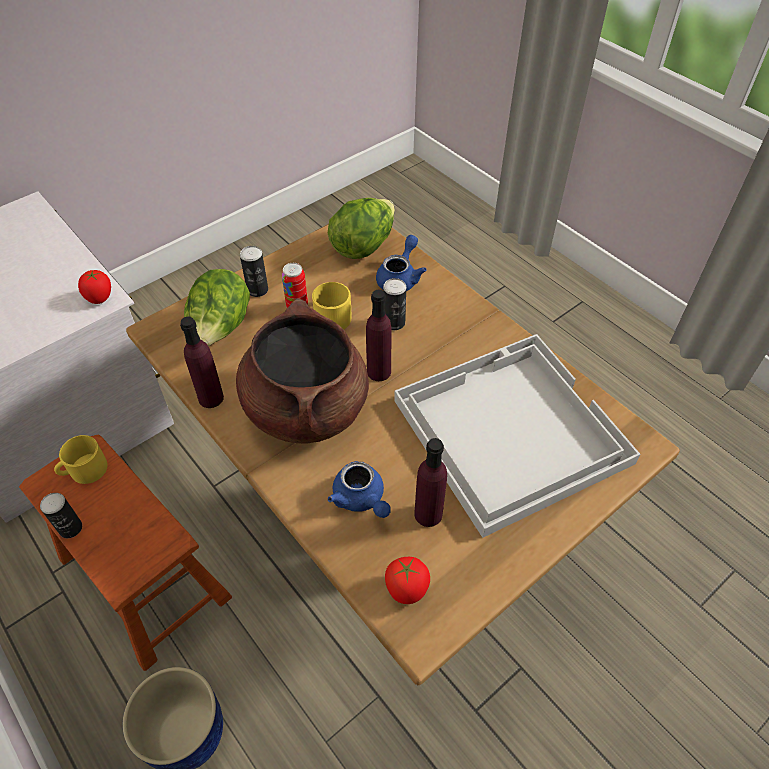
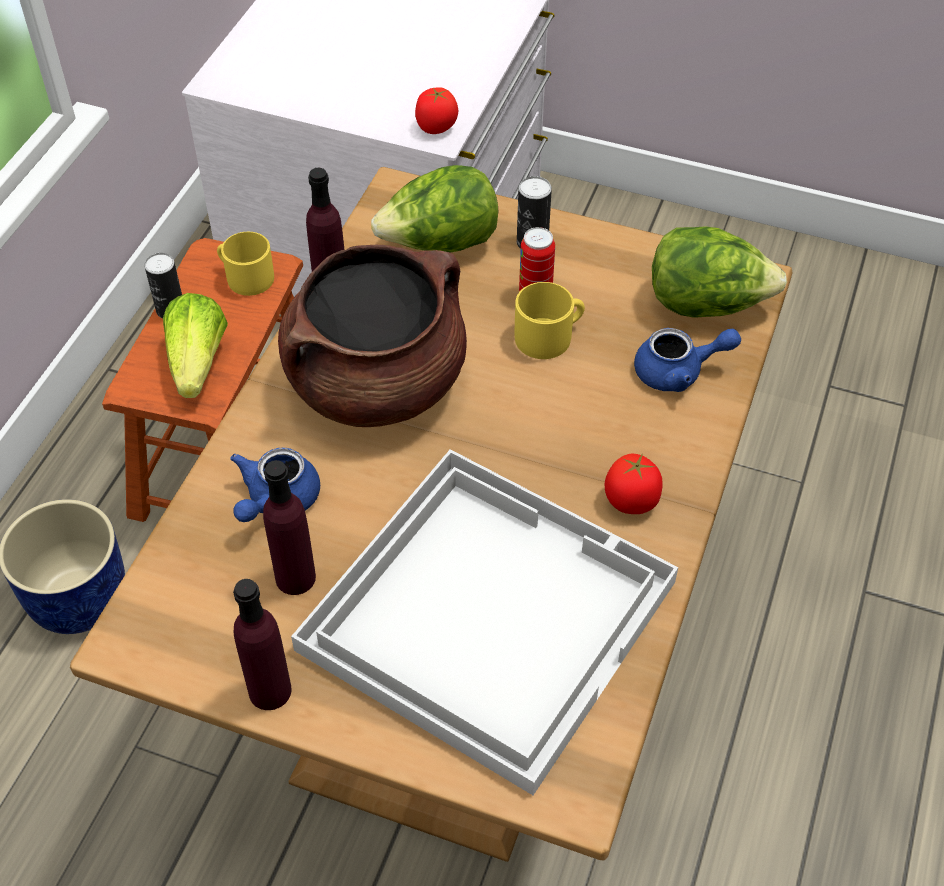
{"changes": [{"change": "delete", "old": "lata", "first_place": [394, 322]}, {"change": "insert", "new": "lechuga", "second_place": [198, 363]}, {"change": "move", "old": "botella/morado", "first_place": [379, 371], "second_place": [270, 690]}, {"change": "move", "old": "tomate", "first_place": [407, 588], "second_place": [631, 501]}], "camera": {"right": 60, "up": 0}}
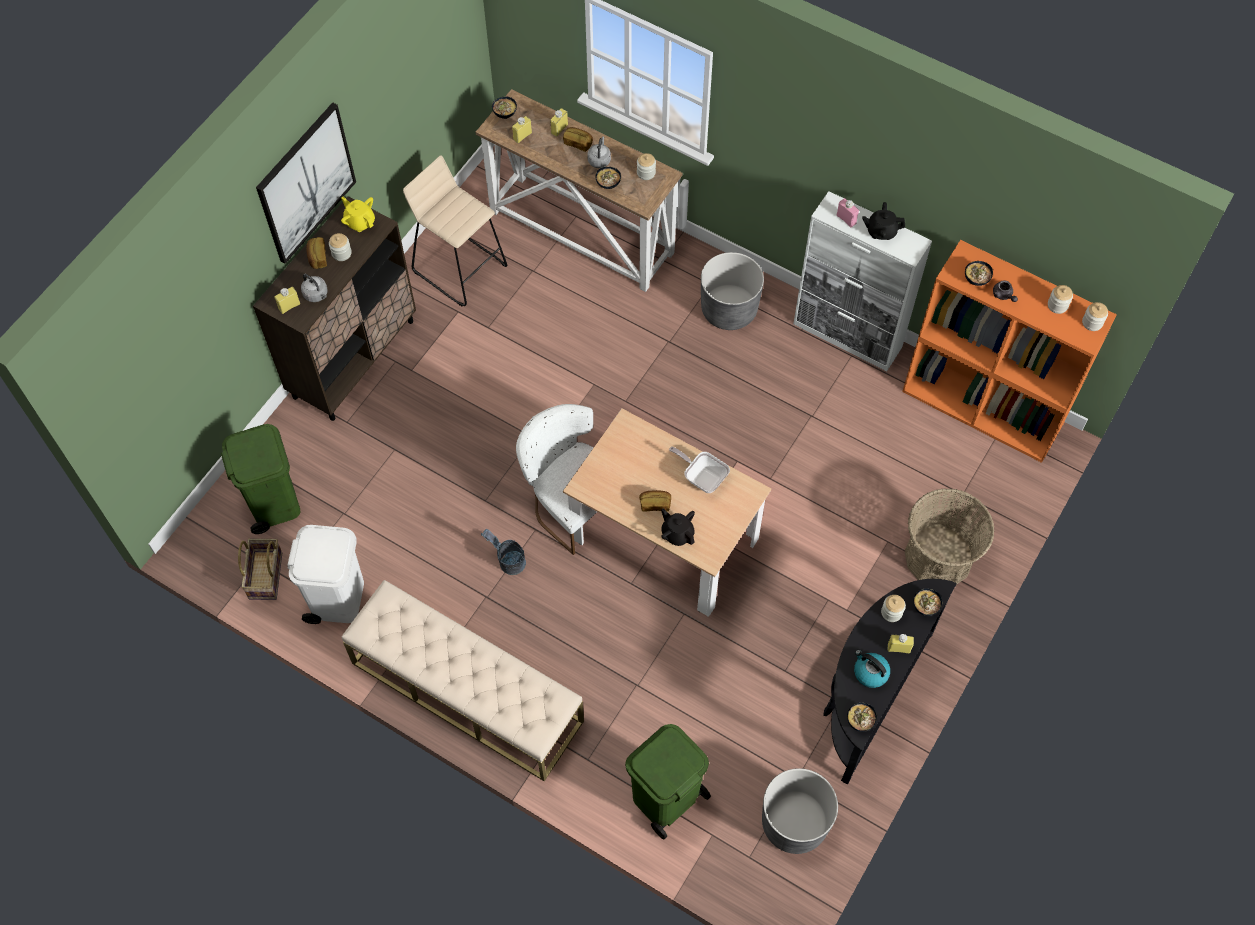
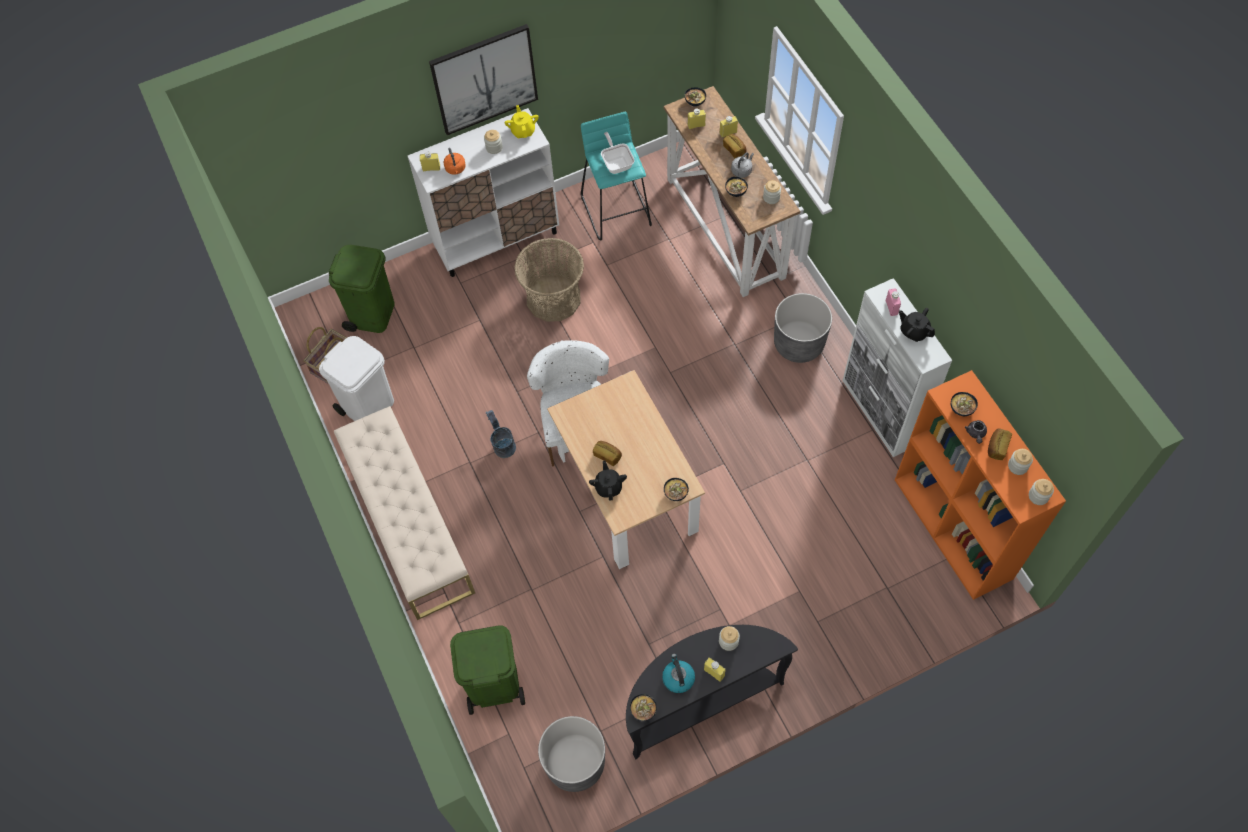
{"changes": [{"change": "move", "old": "pan", "first_place": [317, 258], "second_place": [996, 447]}, {"change": "move", "old": "sartén", "first_place": [702, 477], "second_place": [617, 163]}, {"change": "move", "old": "cesta", "first_place": [938, 557], "second_place": [553, 298]}, {"change": "move", "old": "cuenco", "first_place": [925, 607], "second_place": [676, 494]}, {"change": "recolor", "old": "armario/marrón", "new": "armario/blanco", "first_place": [354, 358], "second_place": [496, 239]}, {"change": "recolor", "old": "hervidor/gris", "new": "hervidor/naranja", "first_place": [316, 295], "second_place": [455, 169]}, {"change": "recolor", "old": "taburete/beis", "new": "taburete/turquesa", "first_place": [460, 267], "second_place": [617, 210]}], "camera": {"right": 35, "up": 0}}
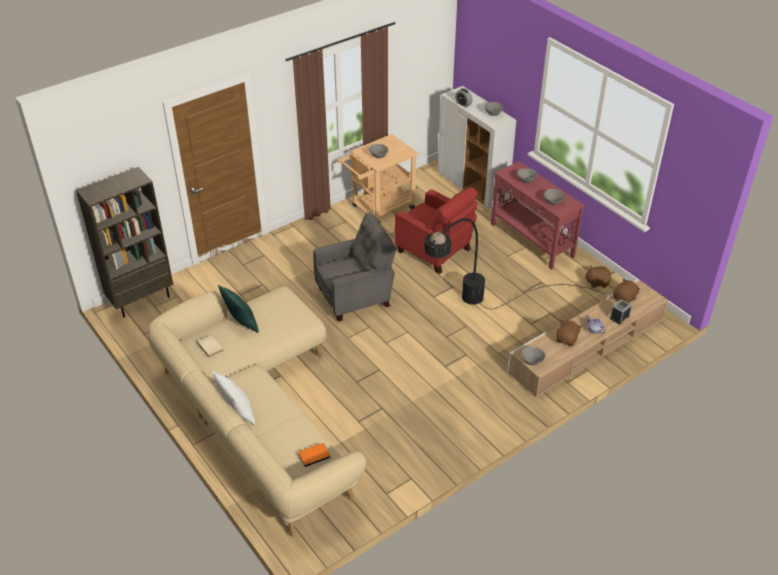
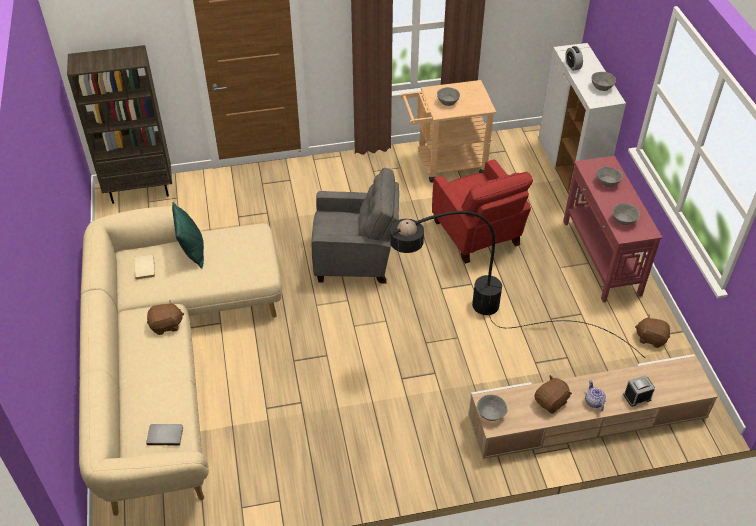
{"changes": [{"change": "delete", "old": "cojín/blanco", "first_place": [237, 411]}, {"change": "move", "old": "peluche/marrón", "first_place": [625, 298], "second_place": [166, 325]}, {"change": "recolor", "old": "libro/naranja", "new": "libro/gris", "first_place": [314, 455], "second_place": [165, 434]}], "camera": {"right": 25, "up": 5}}
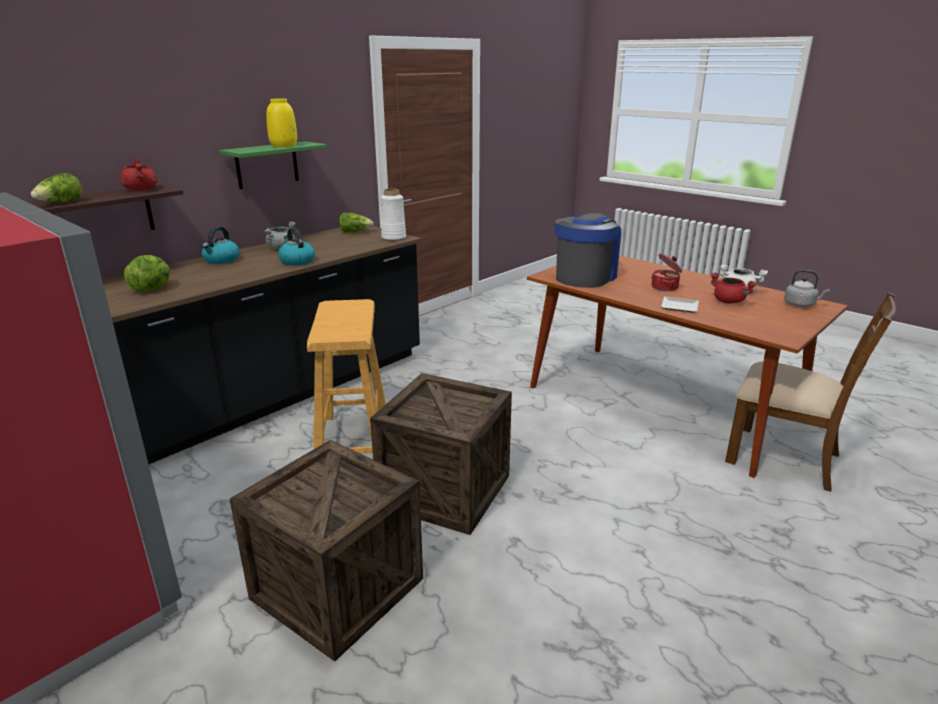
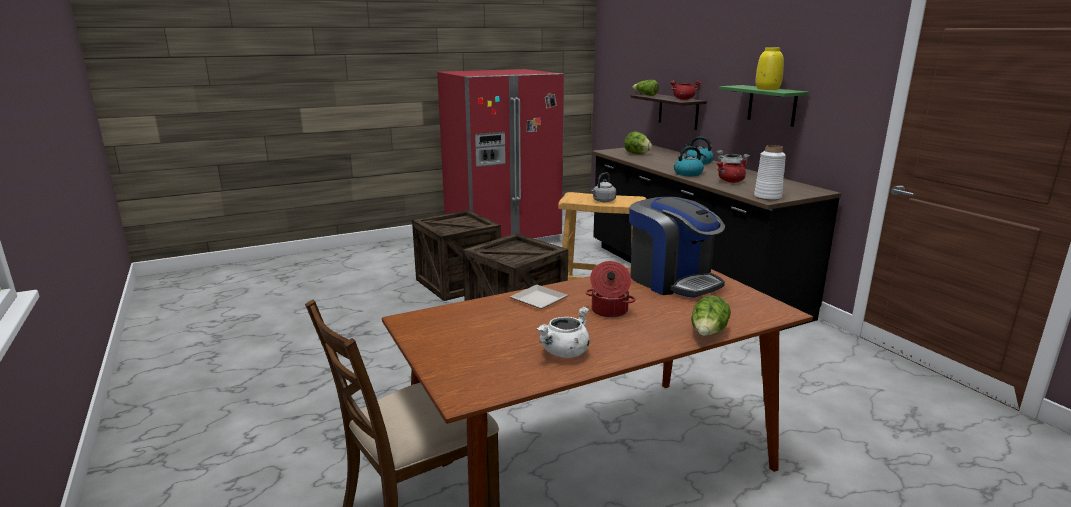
{"changes": [{"change": "move", "old": "lechuga", "first_place": [355, 232], "second_place": [708, 333]}, {"change": "move", "old": "olla/rojo", "first_place": [729, 302], "second_place": [731, 182]}, {"change": "move", "old": "hervidor/gris", "first_place": [801, 305], "second_place": [603, 201]}], "camera": {"right": 110, "up": -5}}
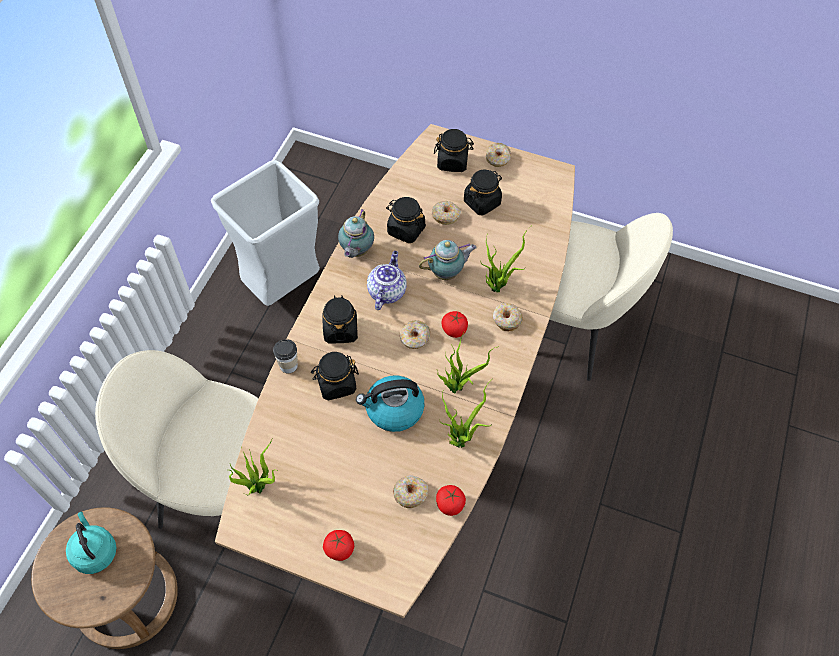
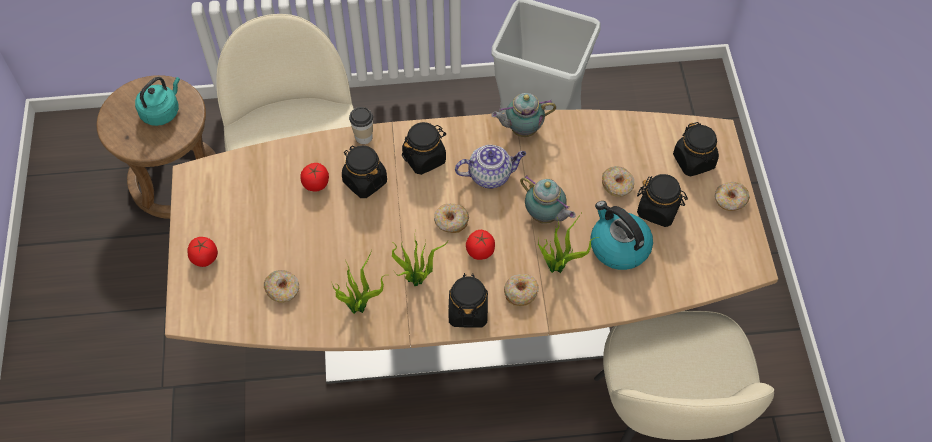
{"changes": [{"change": "delete", "old": "planta en maceta", "first_place": [259, 486]}, {"change": "move", "old": "hervidor", "first_place": [393, 410], "second_place": [618, 247]}, {"change": "move", "old": "tarro/negro", "first_place": [405, 230], "second_place": [468, 311]}, {"change": "move", "old": "tomate", "first_place": [450, 504], "second_place": [316, 184]}], "camera": {"right": 65, "up": 0}}
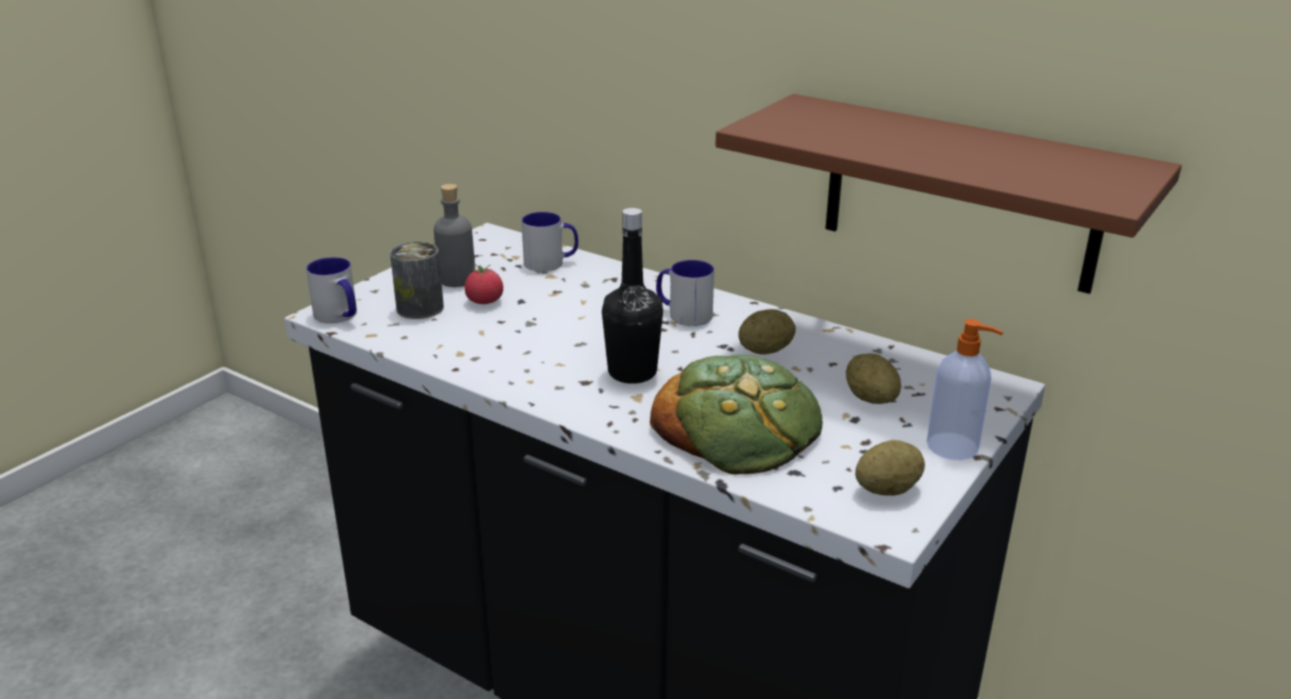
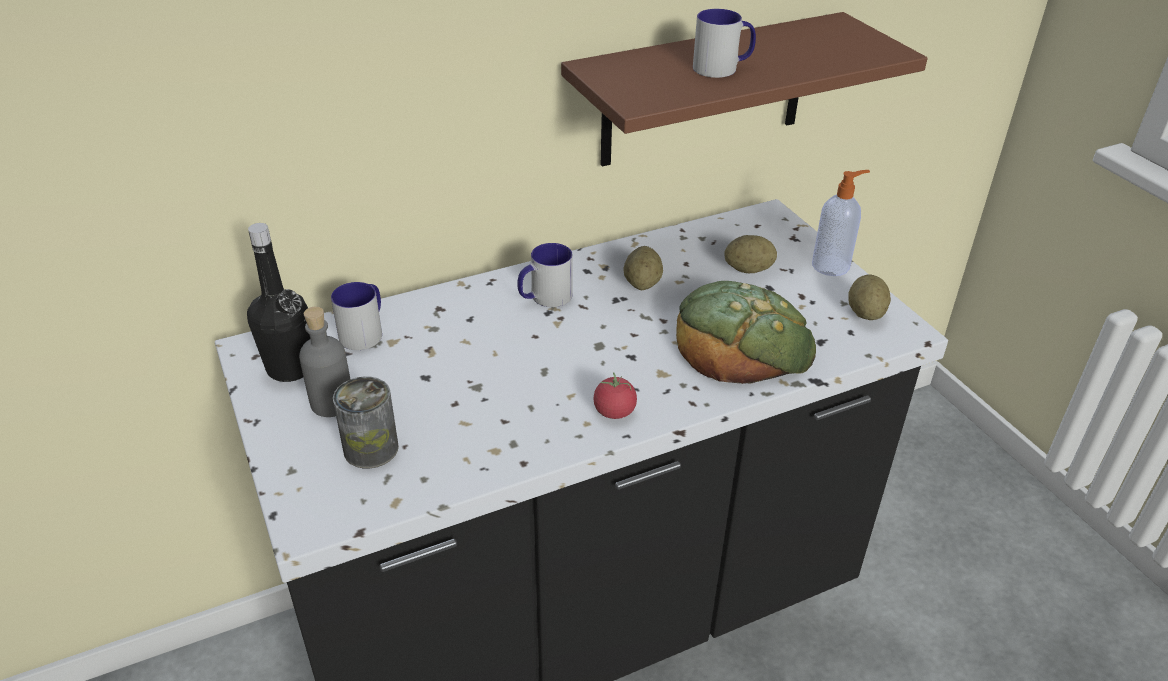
{"changes": [{"change": "move", "old": "taza grande", "first_place": [339, 316], "second_place": [722, 68]}, {"change": "move", "old": "tomate", "first_place": [485, 301], "second_place": [614, 411]}, {"change": "move", "old": "botella/negro", "first_place": [632, 372], "second_place": [290, 368]}], "camera": {"right": -60, "up": 10}}
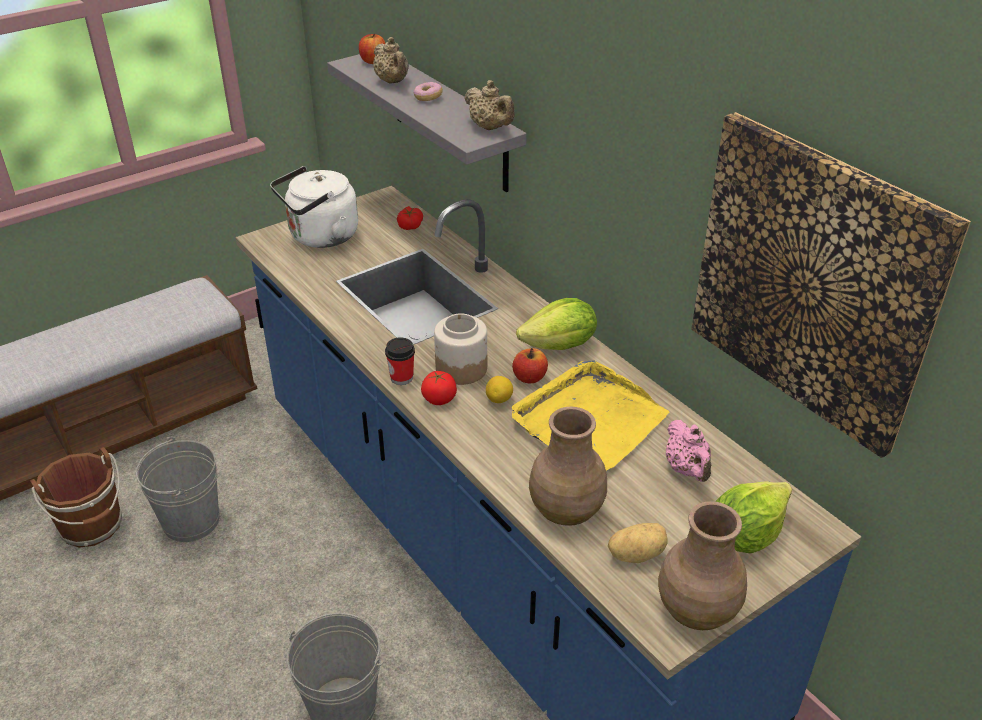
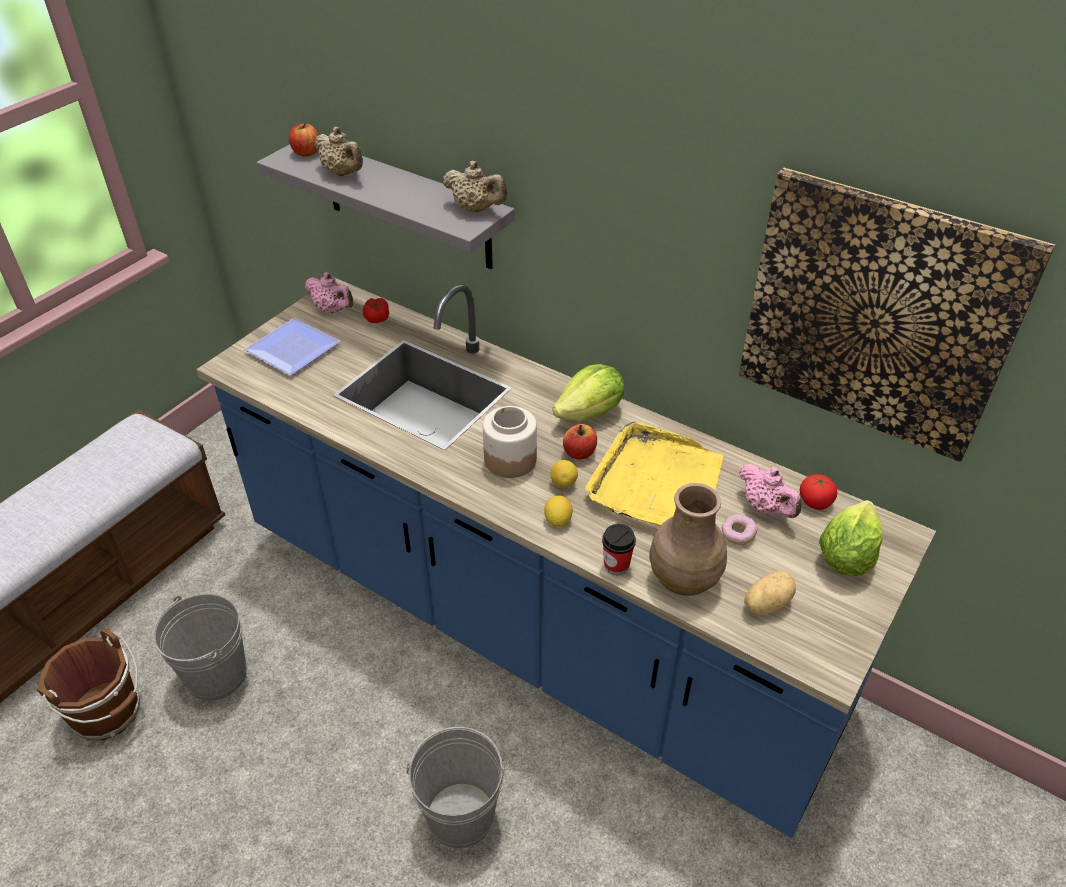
{"changes": [{"change": "delete", "old": "florero/marrón", "first_place": [696, 610]}, {"change": "insert", "new": "tetera/rosa", "second_place": [333, 310]}, {"change": "insert", "new": "limón", "second_place": [558, 520]}, {"change": "move", "old": "taza", "first_place": [401, 378], "second_place": [616, 565]}, {"change": "move", "old": "rosquilla", "first_place": [428, 98], "second_place": [738, 534]}, {"change": "move", "old": "tomate", "first_place": [439, 399], "second_place": [815, 502]}, {"change": "replace", "old": "hervidor/blanco", "new": "plato", "first_place": [320, 237], "second_place": [289, 350]}], "camera": {"right": -20, "up": 5}}
